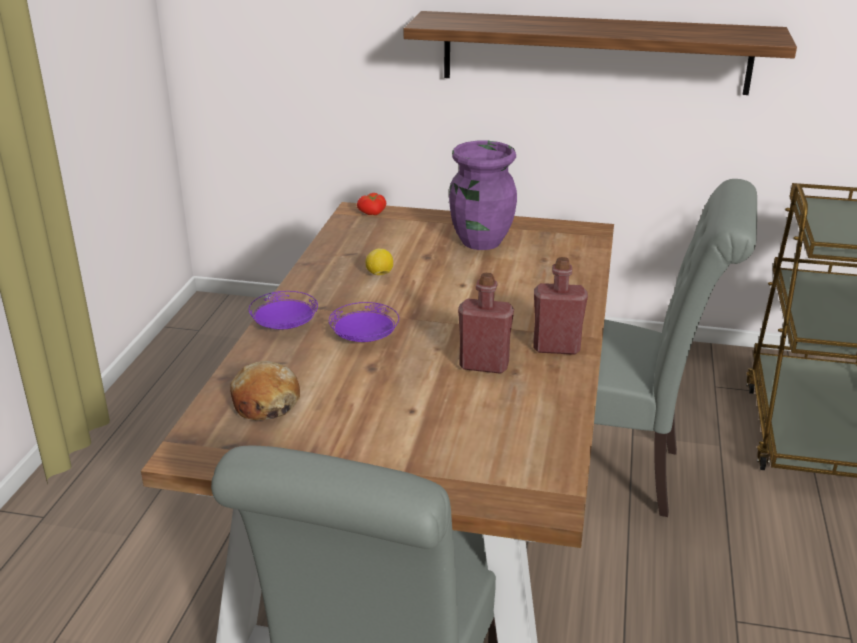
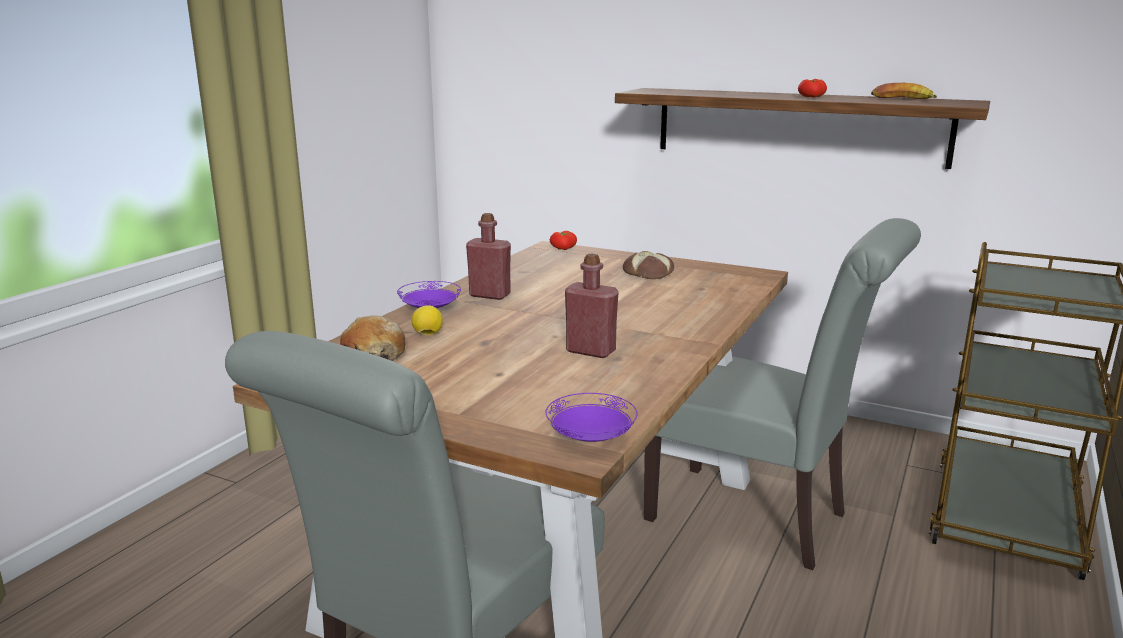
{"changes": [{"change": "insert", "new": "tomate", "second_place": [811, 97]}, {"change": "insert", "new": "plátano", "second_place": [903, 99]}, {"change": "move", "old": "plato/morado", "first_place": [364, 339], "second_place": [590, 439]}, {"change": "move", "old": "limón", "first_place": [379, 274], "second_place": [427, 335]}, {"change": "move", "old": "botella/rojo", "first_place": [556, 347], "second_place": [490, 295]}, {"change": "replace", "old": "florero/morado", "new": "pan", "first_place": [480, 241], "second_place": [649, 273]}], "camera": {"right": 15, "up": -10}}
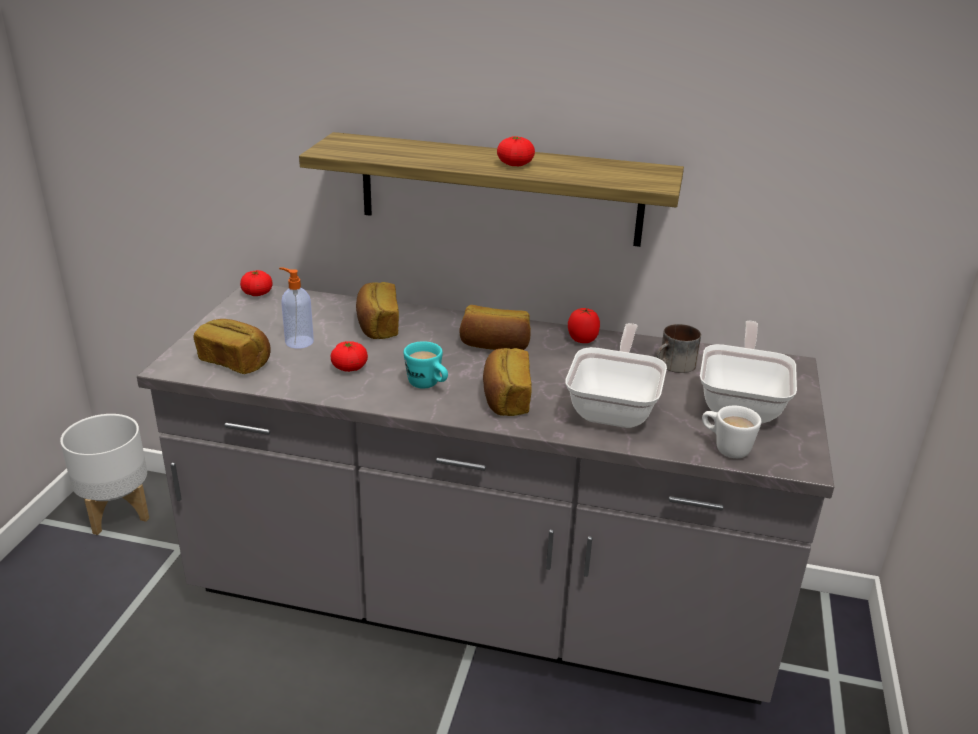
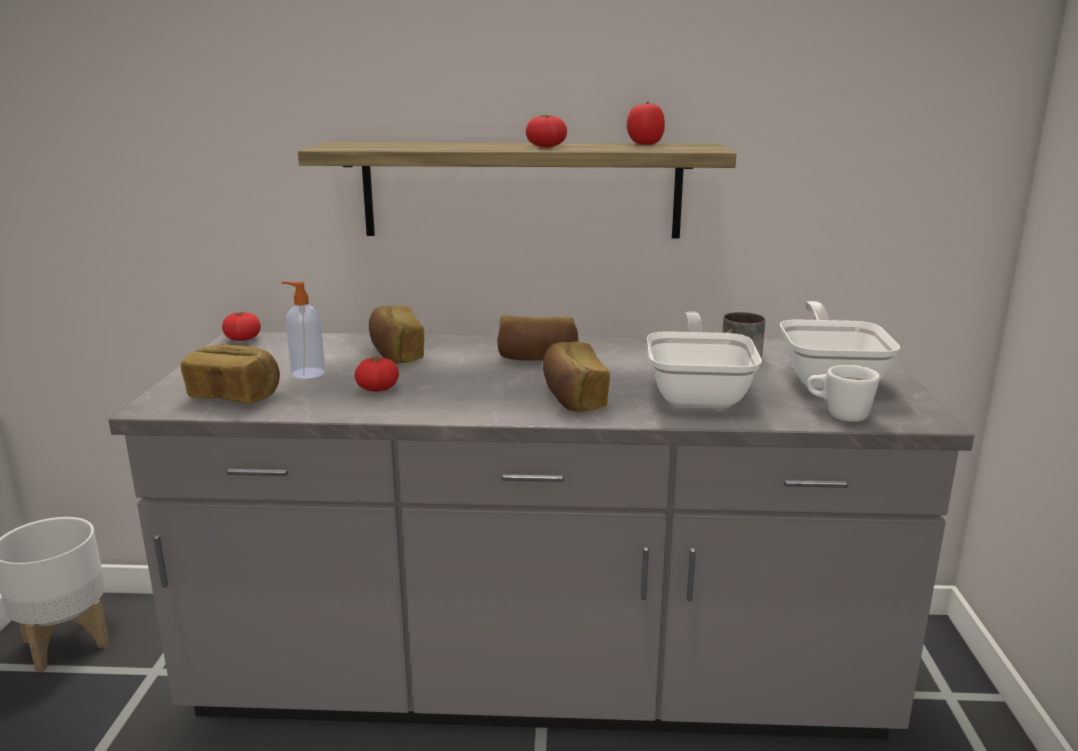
{"changes": [{"change": "delete", "old": "taza grande/turquesa", "first_place": [428, 385]}, {"change": "move", "old": "tomate", "first_place": [583, 340], "second_place": [645, 144]}], "camera": {"right": -10, "up": -10}}
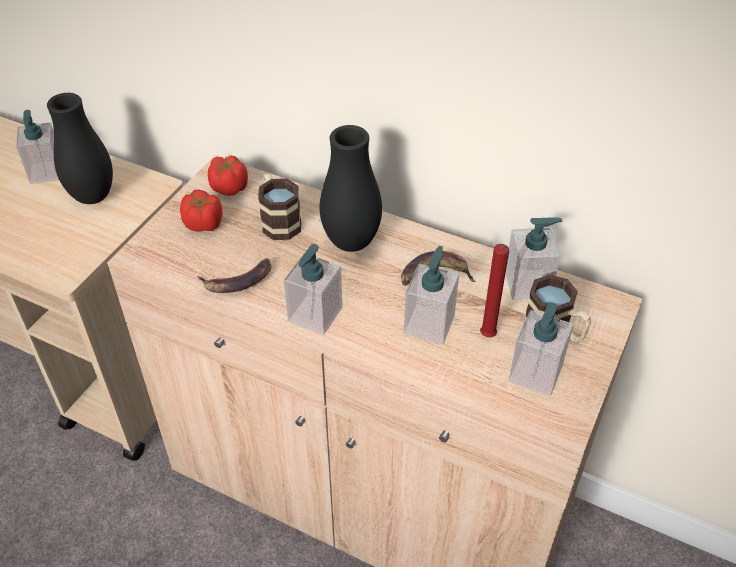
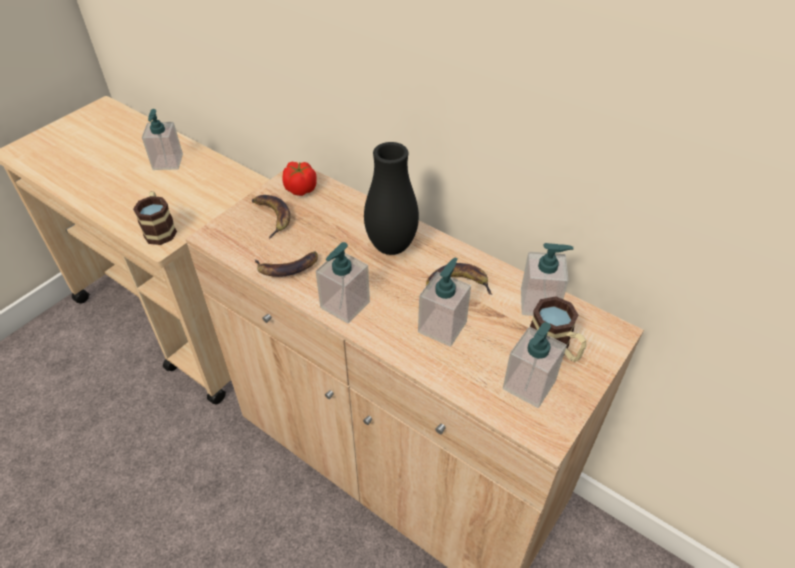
{"changes": [{"change": "delete", "old": "florero/negro", "first_place": [93, 197]}, {"change": "delete", "old": "vela/rojo", "first_place": [487, 337]}, {"change": "move", "old": "taza grande", "first_place": [278, 220], "second_place": [160, 229]}, {"change": "replace", "old": "tomate", "new": "plátano", "first_place": [204, 224], "second_place": [272, 216]}], "camera": {"right": 10, "up": 0}}
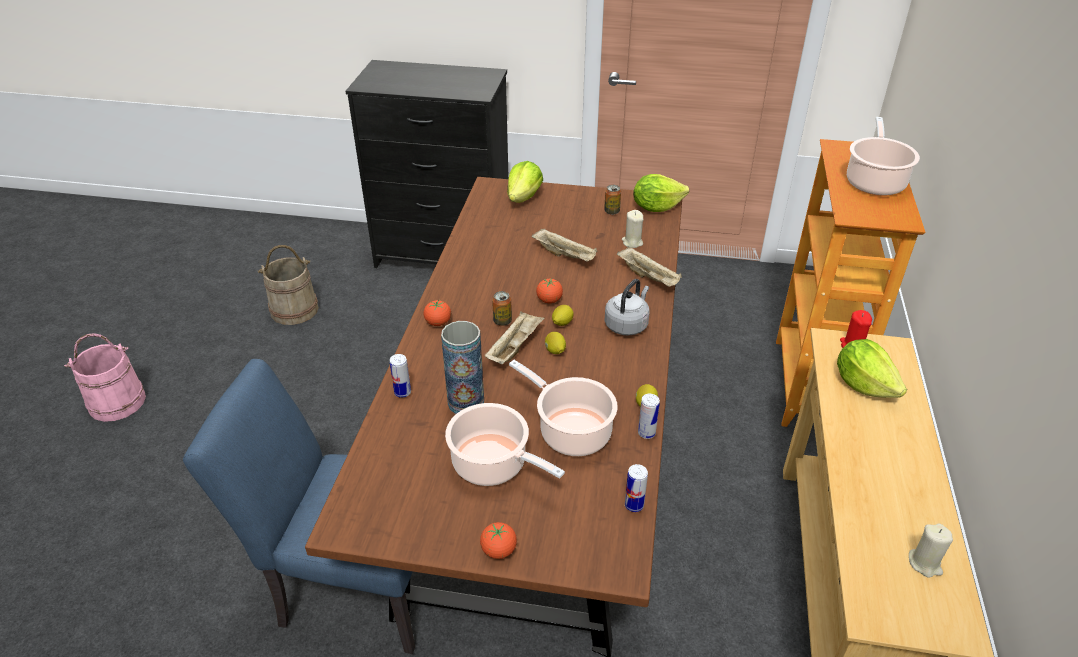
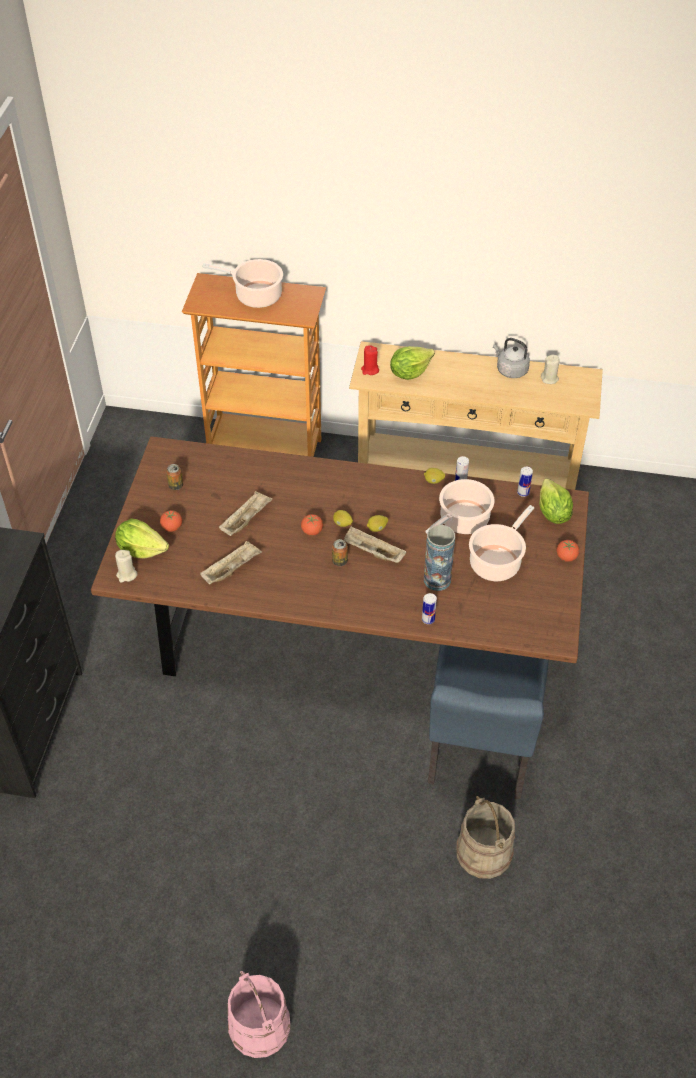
{"changes": [{"change": "move", "old": "cubo/beis", "first_place": [294, 310], "second_place": [484, 852]}, {"change": "move", "old": "tomate", "first_place": [438, 323], "second_place": [172, 527]}, {"change": "move", "old": "hervidor/gris", "first_place": [627, 324], "second_place": [510, 370]}, {"change": "move", "old": "bandeja/beis", "first_place": [649, 277], "second_place": [232, 569]}, {"change": "move", "old": "vela/beis", "first_place": [632, 242], "second_place": [126, 575]}, {"change": "move", "old": "lechuga", "first_place": [656, 207], "second_place": [552, 513]}], "camera": {"right": -90, "up": 10}}
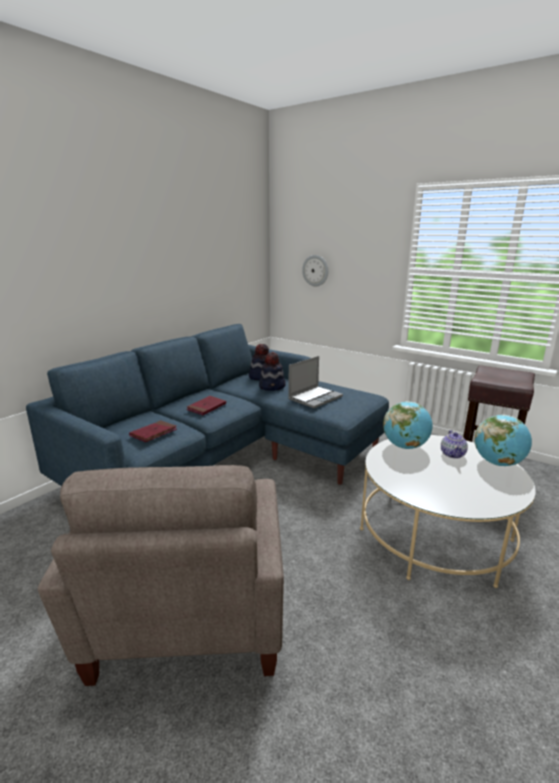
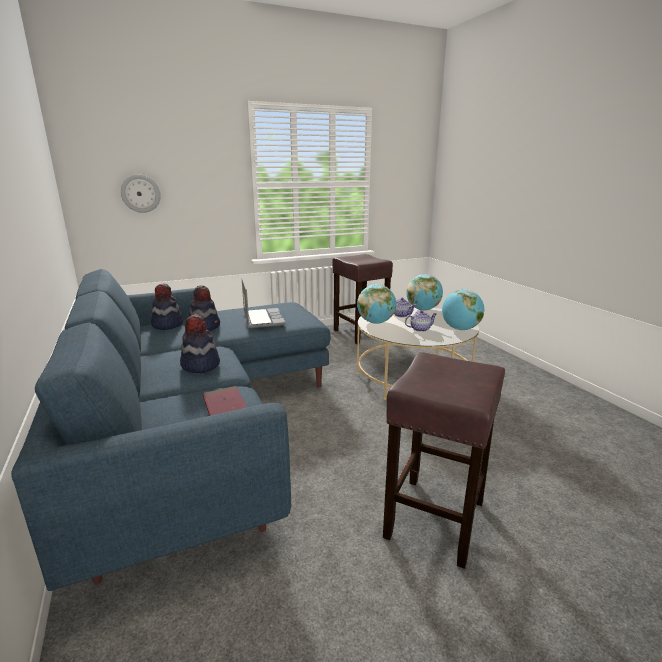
{"changes": [{"change": "insert", "new": "tetera", "second_place": [419, 329]}, {"change": "insert", "new": "globo terráqueo", "second_place": [460, 329]}, {"change": "replace", "old": "sillón/beis", "new": "taburete/marrón", "first_place": [189, 620], "second_place": [434, 520]}, {"change": "replace", "old": "libro/rojo", "new": "sombrero", "first_place": [206, 407], "second_place": [200, 365]}], "camera": {"right": -60, "up": 0}}
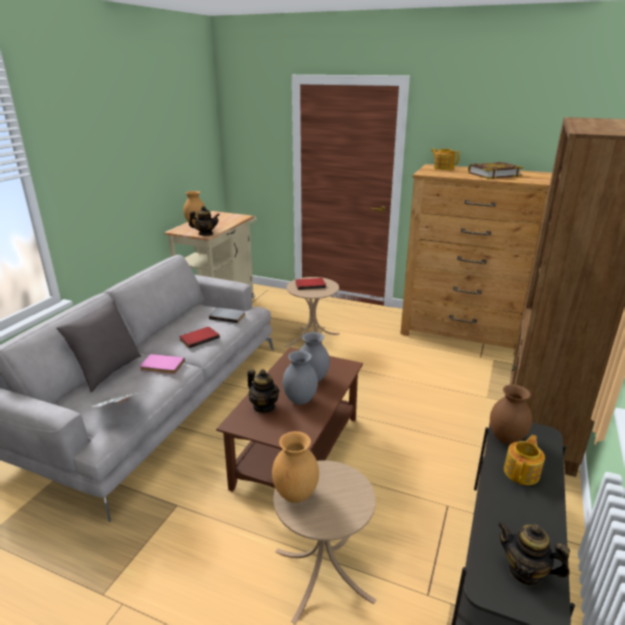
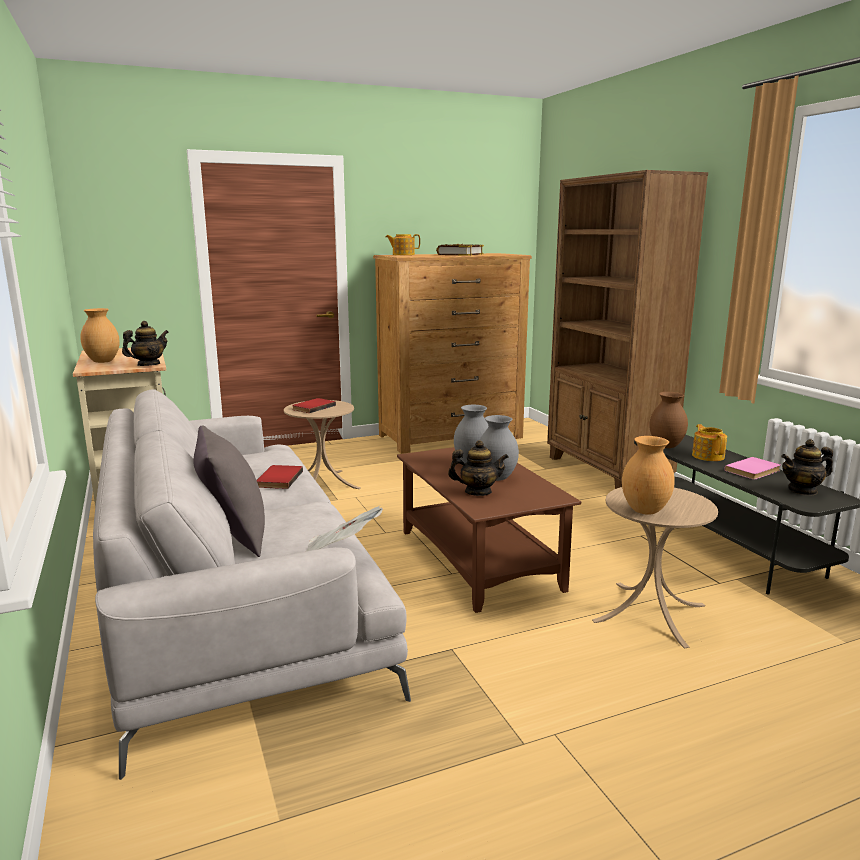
{"changes": [{"change": "delete", "old": "libro/gris", "first_place": [228, 316]}, {"change": "move", "old": "libro/rosa", "first_place": [162, 366], "second_place": [754, 471]}], "camera": {"right": -45, "up": -10}}
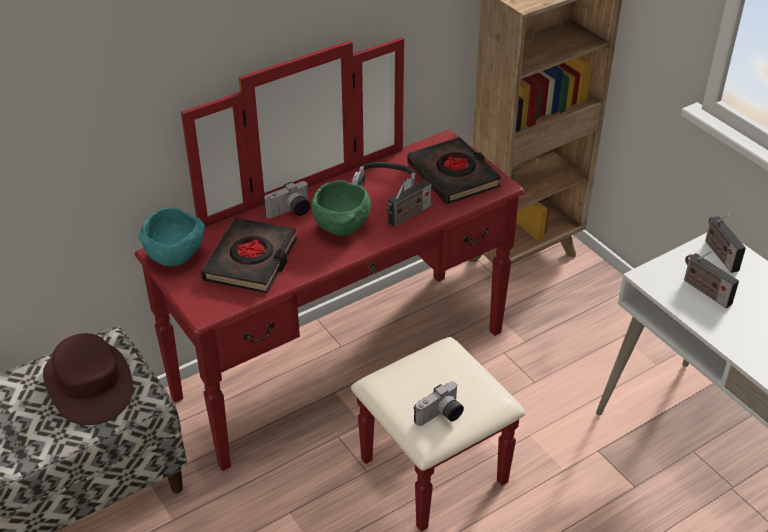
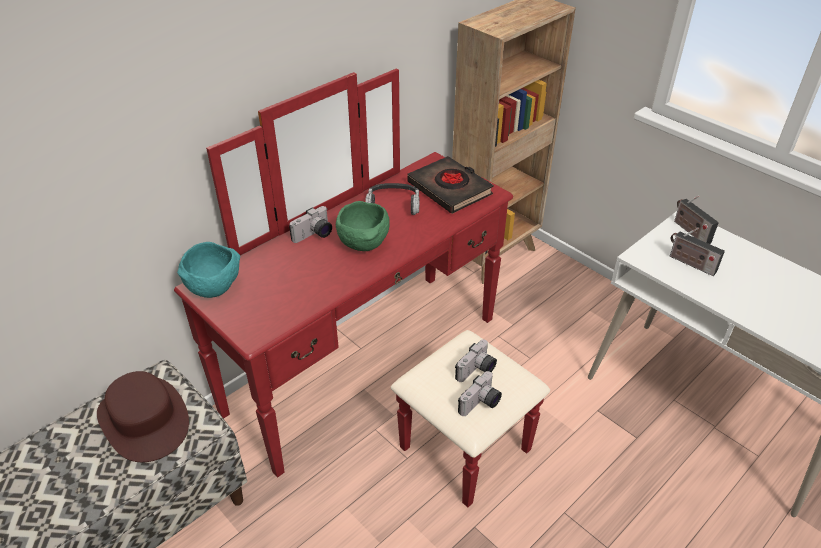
{"changes": [{"change": "delete", "old": "libro/negro", "first_place": [251, 261]}, {"change": "delete", "old": "radio", "first_place": [408, 216]}, {"change": "insert", "new": "cámara", "second_place": [477, 371]}], "camera": {"right": -10, "up": 0}}
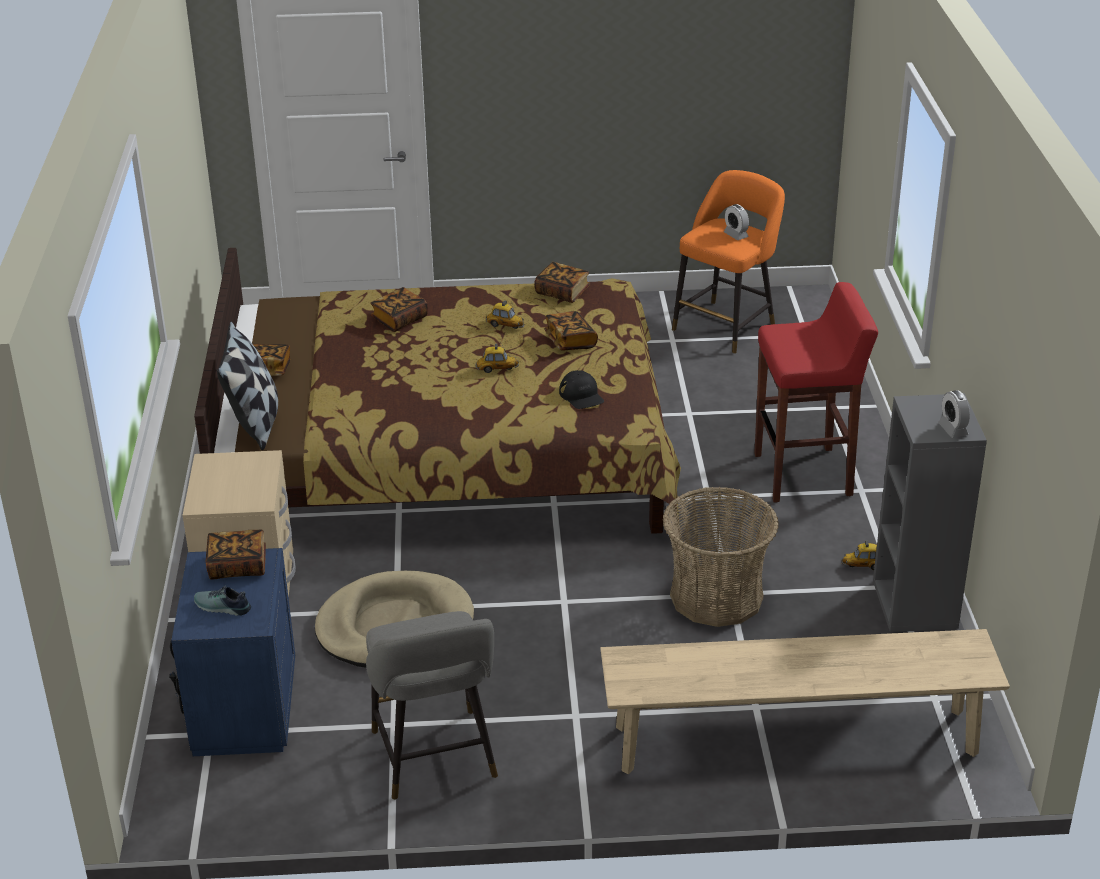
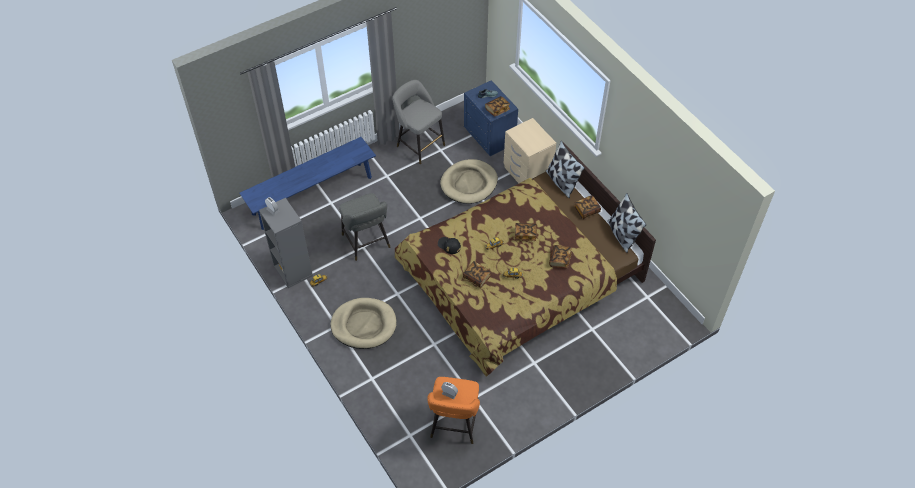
{"changes": [{"change": "insert", "new": "cojín", "second_place": [622, 235]}, {"change": "move", "old": "libro", "first_place": [562, 292], "second_place": [525, 235]}, {"change": "replace", "old": "cesta", "new": "taburete/gris", "first_place": [716, 596], "second_place": [367, 243]}, {"change": "replace", "old": "taburete/rojo", "new": "cama para perro/beis", "first_place": [804, 475], "second_place": [364, 325]}, {"change": "recolor", "old": "banco/beis", "new": "banco/azul", "first_place": [795, 740], "second_place": [312, 195]}], "camera": {"right": 150, "up": 20}}
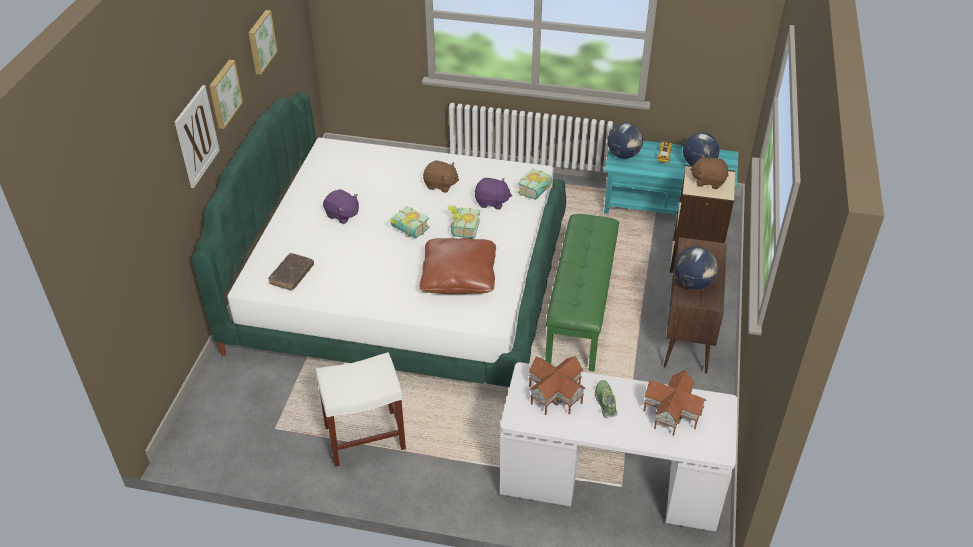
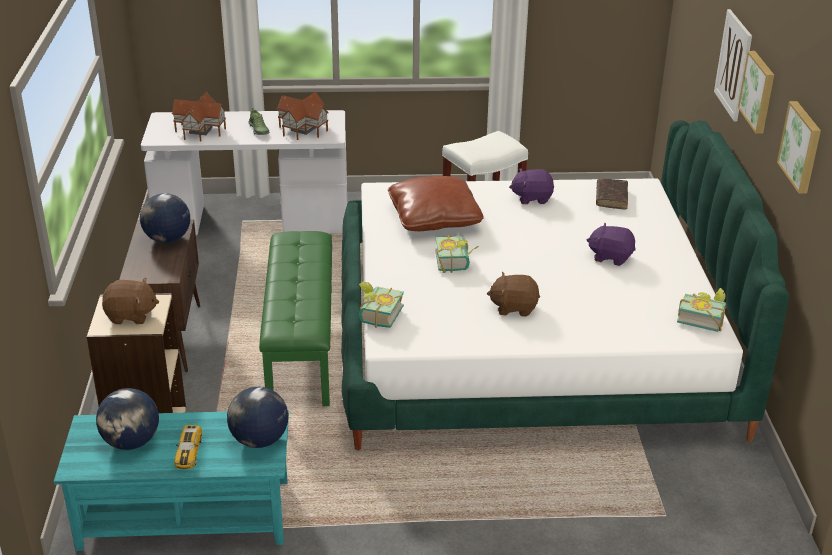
{"changes": [{"change": "move", "old": "libro", "first_place": [408, 231], "second_place": [701, 318]}, {"change": "move", "old": "peluche/morado", "first_place": [492, 202], "second_place": [532, 198]}], "camera": {"right": 165, "up": -10}}
